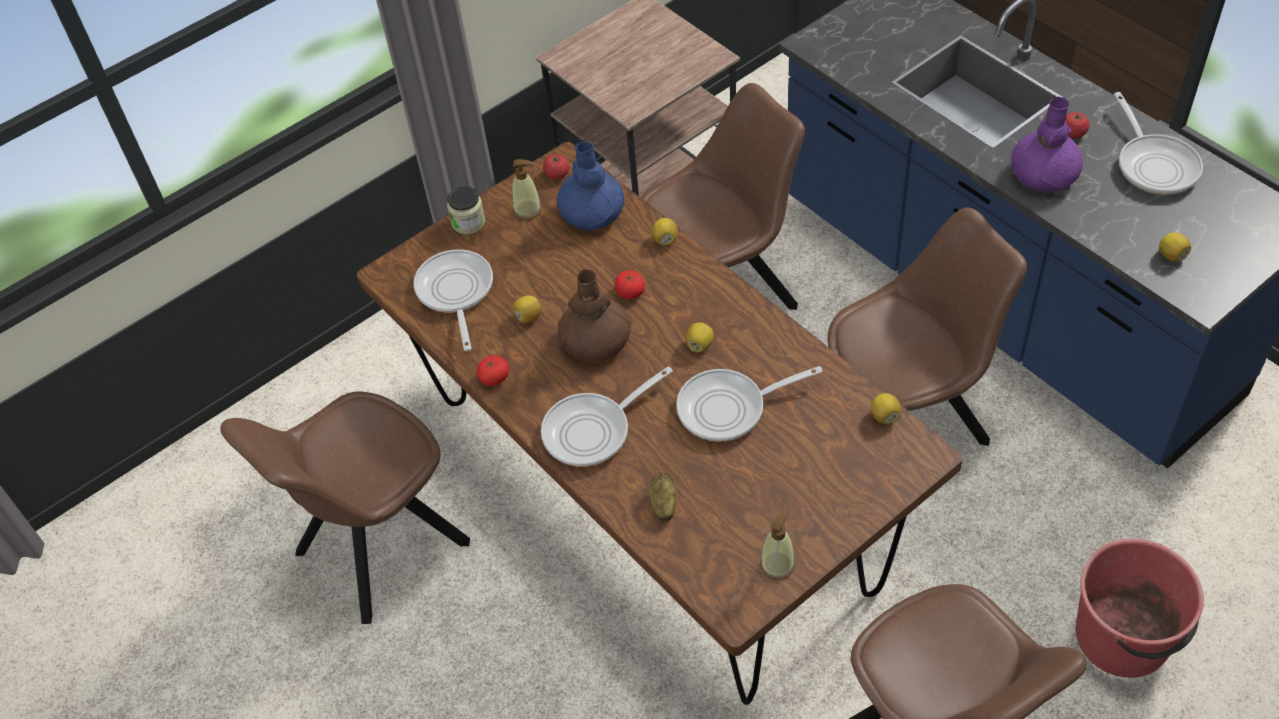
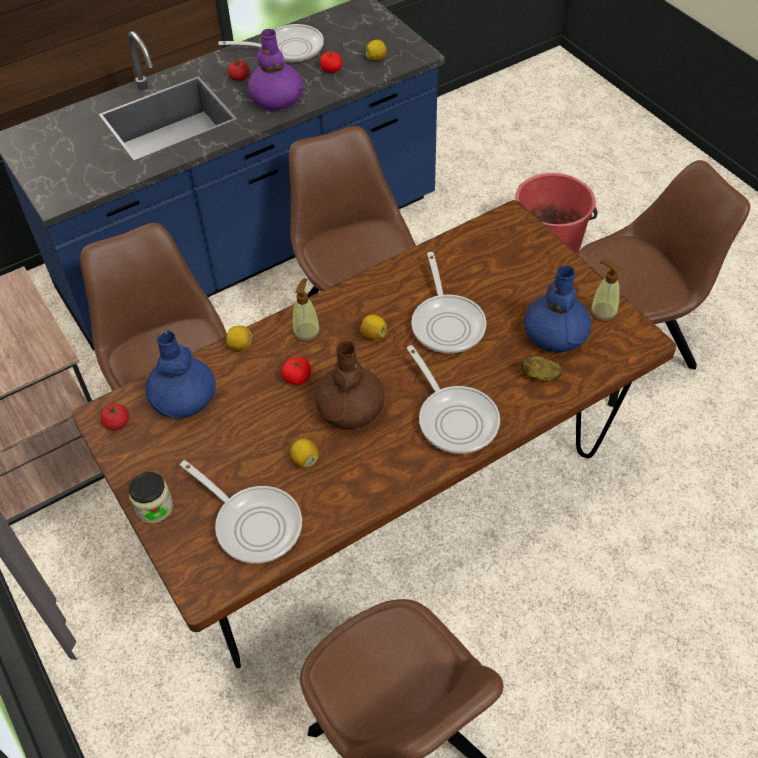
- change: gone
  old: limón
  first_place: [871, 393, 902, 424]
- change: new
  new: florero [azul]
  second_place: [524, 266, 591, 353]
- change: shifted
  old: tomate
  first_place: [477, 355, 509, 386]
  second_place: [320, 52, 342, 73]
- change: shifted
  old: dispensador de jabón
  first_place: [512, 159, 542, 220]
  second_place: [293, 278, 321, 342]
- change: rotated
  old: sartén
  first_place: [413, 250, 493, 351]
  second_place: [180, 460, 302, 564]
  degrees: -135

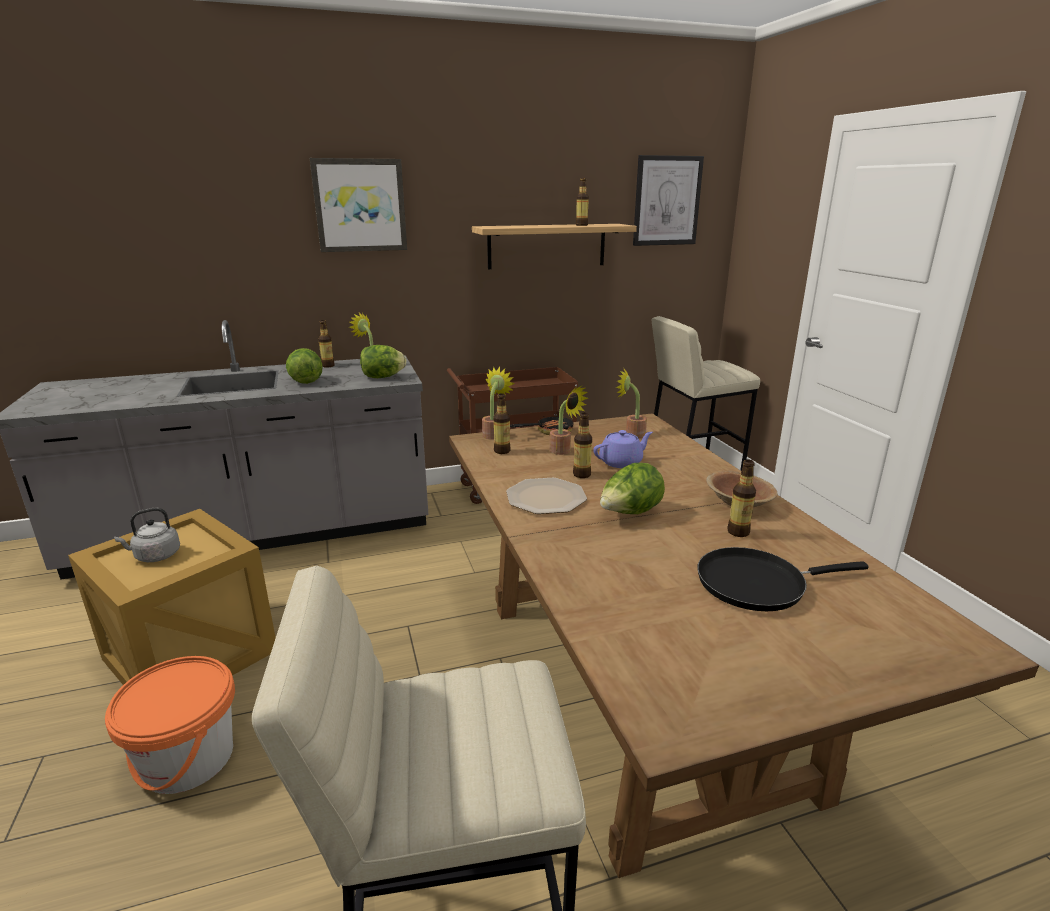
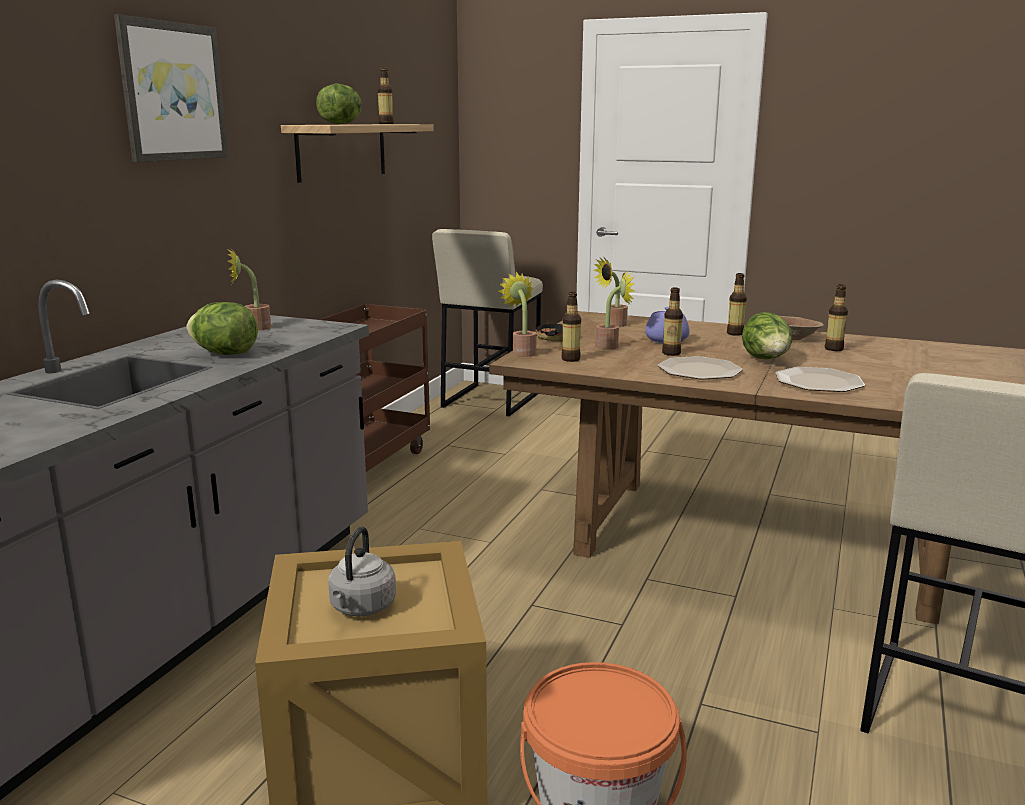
- change: gone
  old: cuadro
  first_place: [633, 155, 704, 246]
- change: gone
  old: sartén [negro]
  first_place: [697, 547, 869, 611]
- change: new
  new: plato
  second_place: [775, 367, 865, 392]
- change: shifted
  old: botella
  first_place: [318, 320, 335, 368]
  second_place: [727, 273, 747, 336]
- change: shifted
  old: lechuga
  first_place: [360, 345, 407, 378]
  second_place: [316, 83, 362, 124]

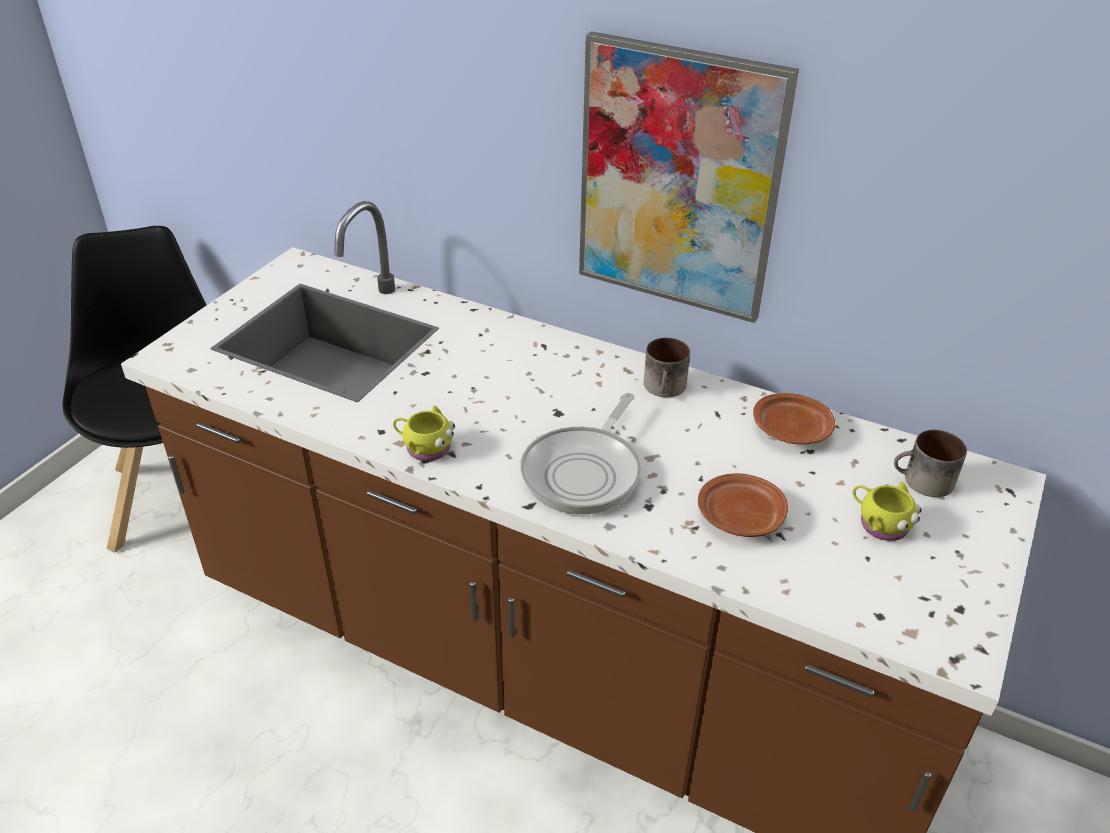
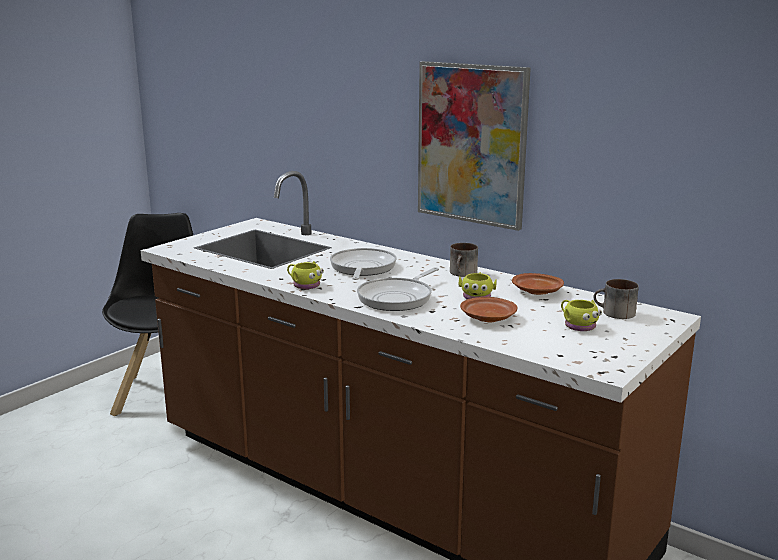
- change: new
  new: sartén
  second_place: [330, 248, 397, 280]
- change: new
  new: taza grande [amarillo]
  second_place: [459, 272, 497, 299]

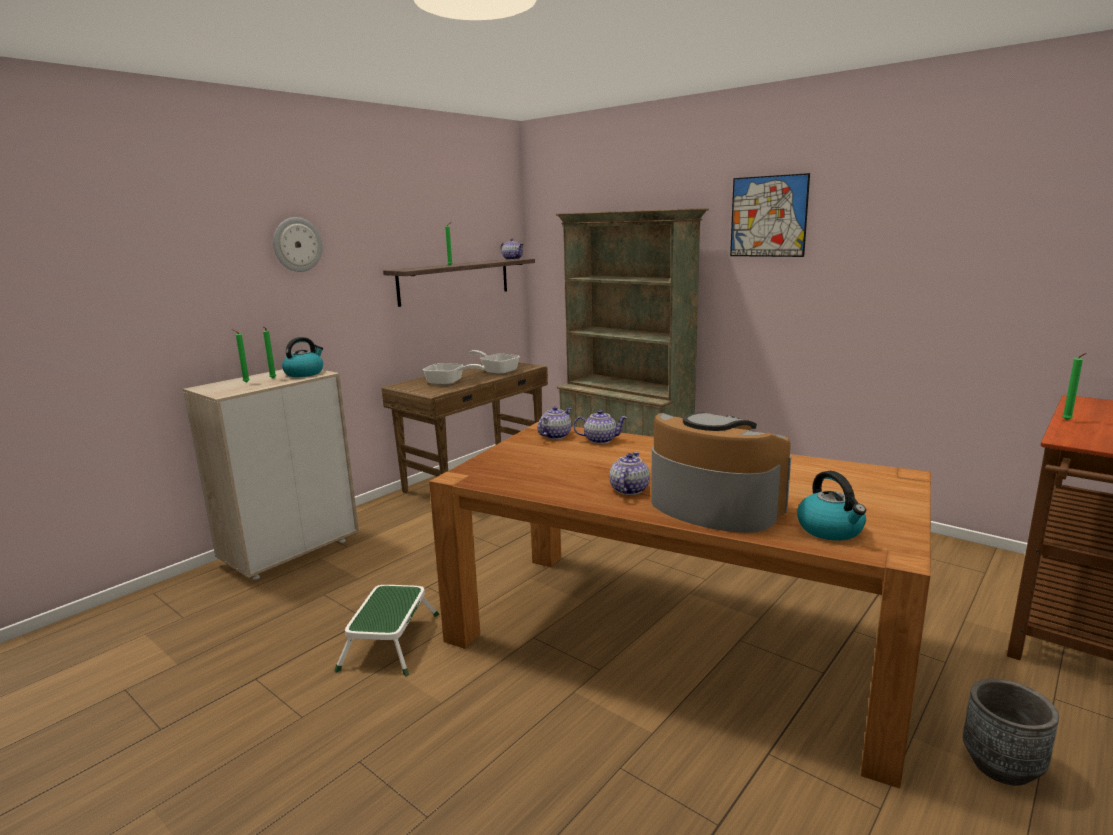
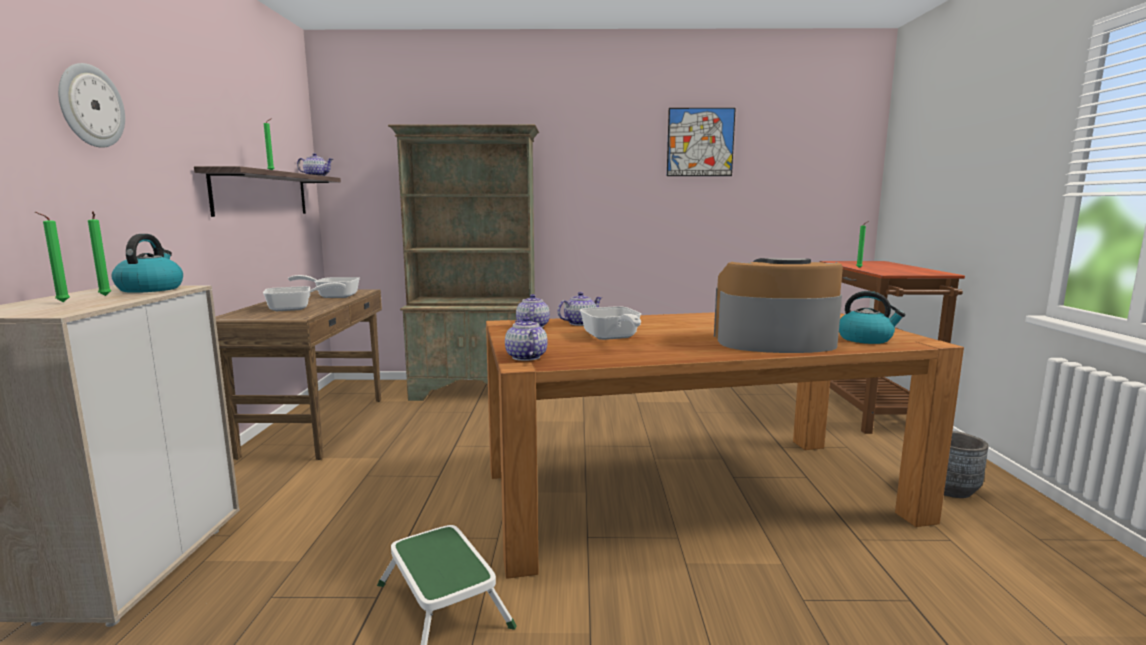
- change: new
  new: sartén
  second_place: [580, 306, 641, 340]
- change: shifted
  old: tetera
  first_place: [609, 452, 650, 495]
  second_place: [505, 317, 548, 361]
- change: shifted
  old: cuadro
  first_place: [730, 173, 810, 257]
  second_place: [667, 108, 736, 176]

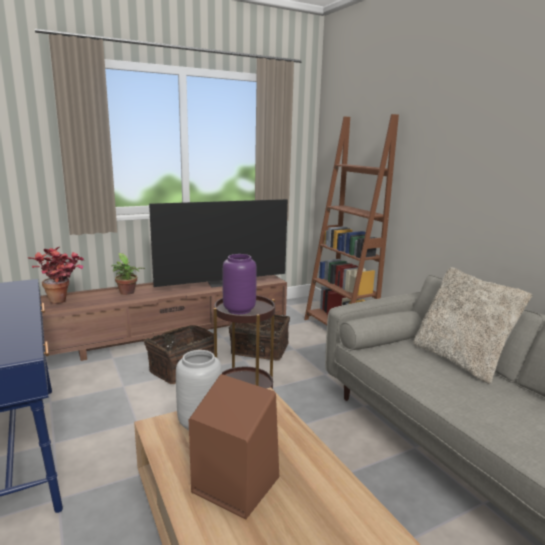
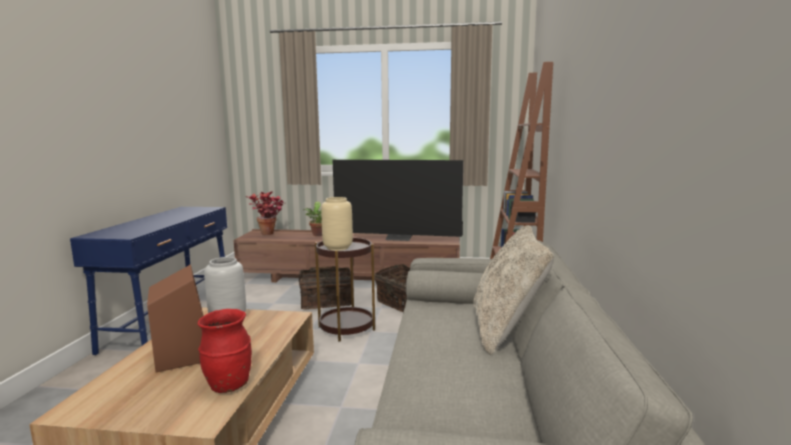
- change: new
  new: florero [rojo]
  second_place: [198, 309, 252, 393]
- change: repainted
  old: florero [morado]
  new: florero [beis]
  first_place: [222, 254, 257, 314]
  second_place: [321, 197, 353, 251]

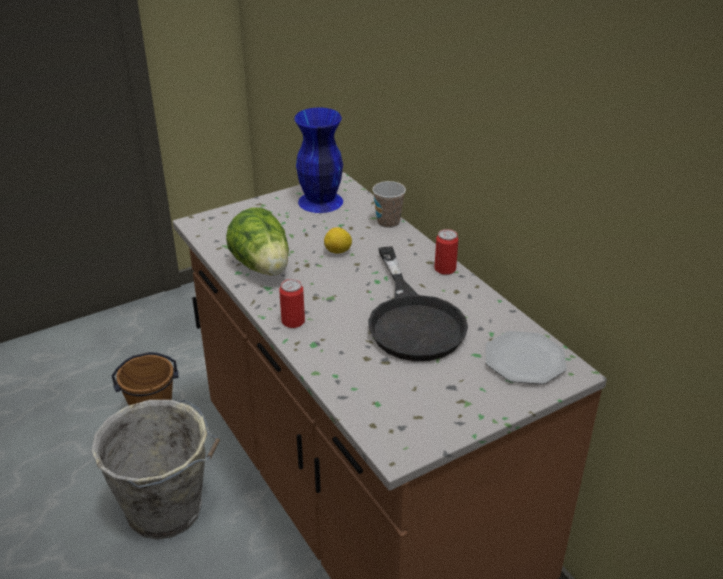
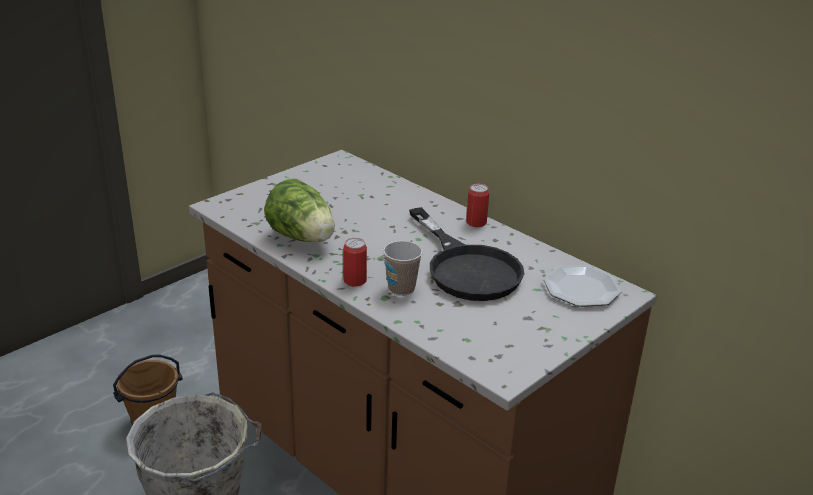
- change: gone
  old: florero [azul]
  first_place: [294, 107, 343, 213]
- change: gone
  old: limón
  first_place: [324, 227, 352, 253]
- change: shifted
  old: taza
  first_place: [373, 181, 406, 228]
  second_place: [383, 241, 423, 296]

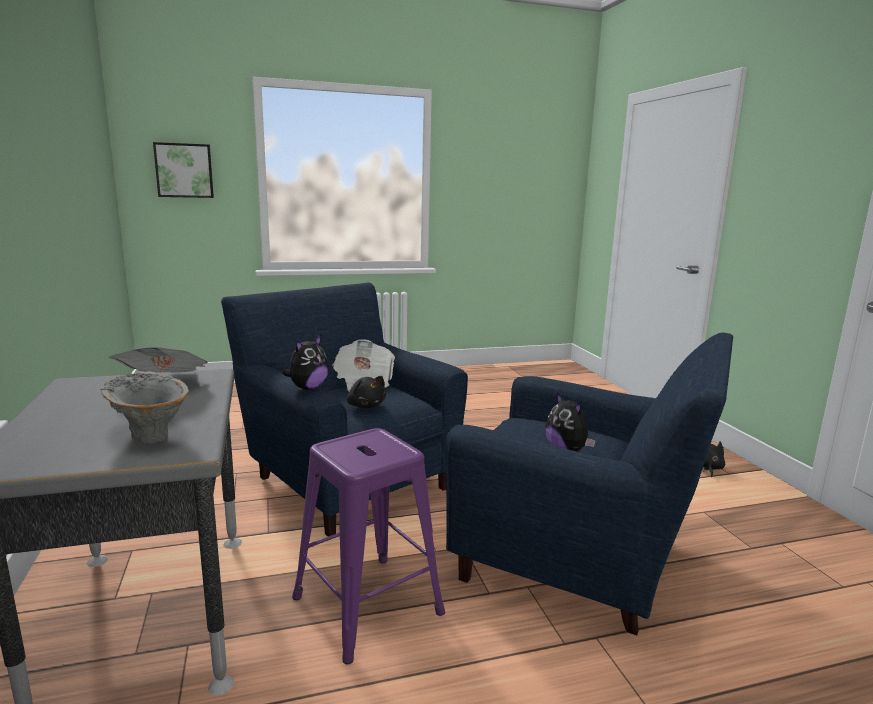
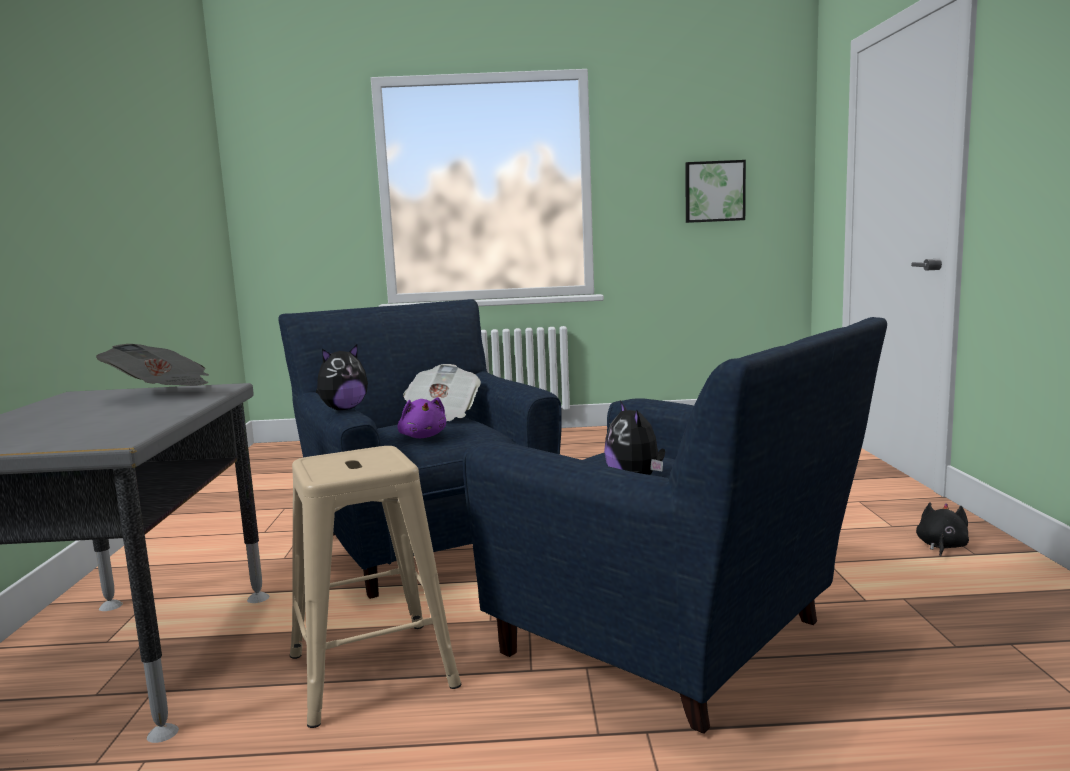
- change: gone
  old: florero [gris]
  first_place: [100, 373, 189, 444]
- change: shifted
  old: cuadro
  first_place: [153, 142, 214, 198]
  second_place: [685, 160, 746, 223]
- change: repainted
  old: taburete [morado]
  new: taburete [beis]
  first_place: [292, 428, 445, 664]
  second_place: [290, 446, 462, 728]
- change: repainted
  old: peluche [negro]
  new: peluche [morado]
  first_place: [347, 376, 386, 408]
  second_place: [398, 397, 446, 438]

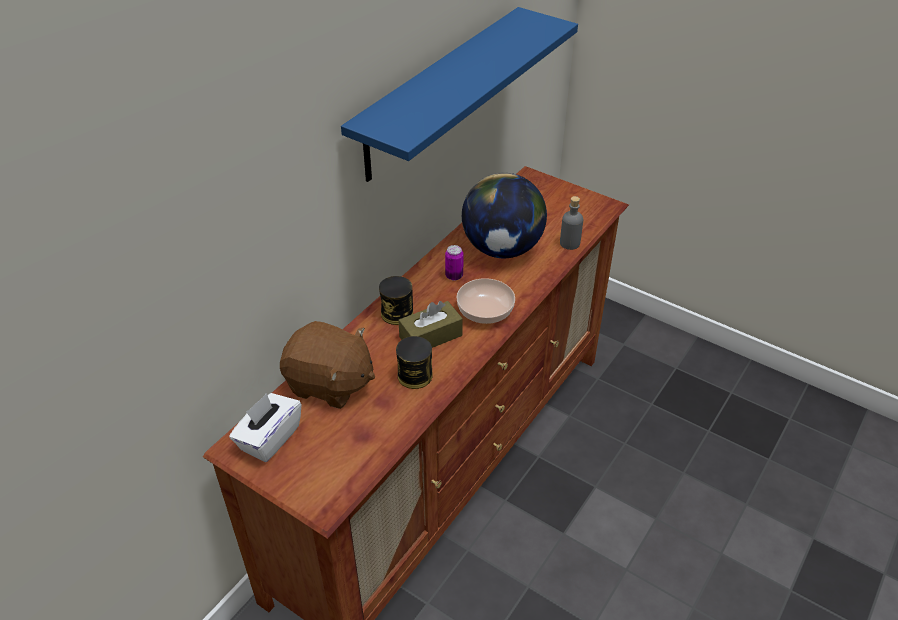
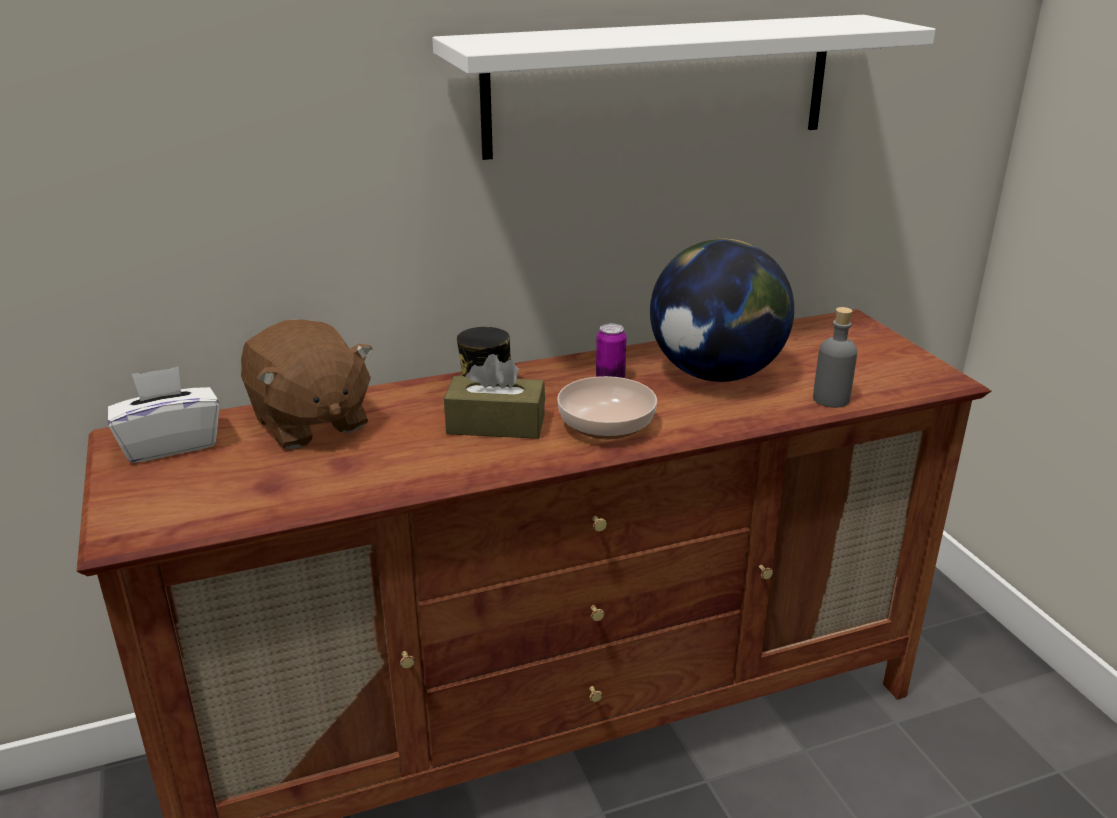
- change: gone
  old: lata
  first_place: [396, 336, 433, 389]
- change: repainted
  old: estante [azul]
  new: estante [blanco]
  first_place: [341, 7, 578, 182]
  second_place: [432, 15, 936, 160]

